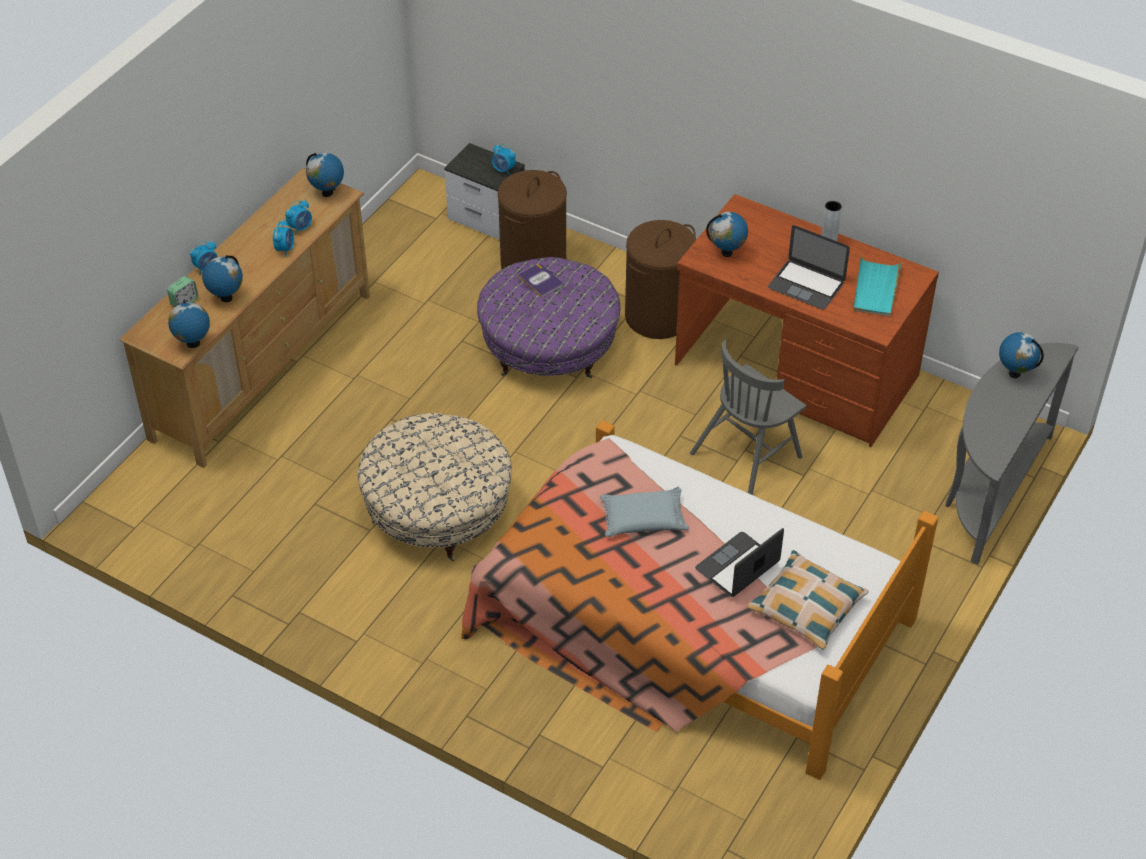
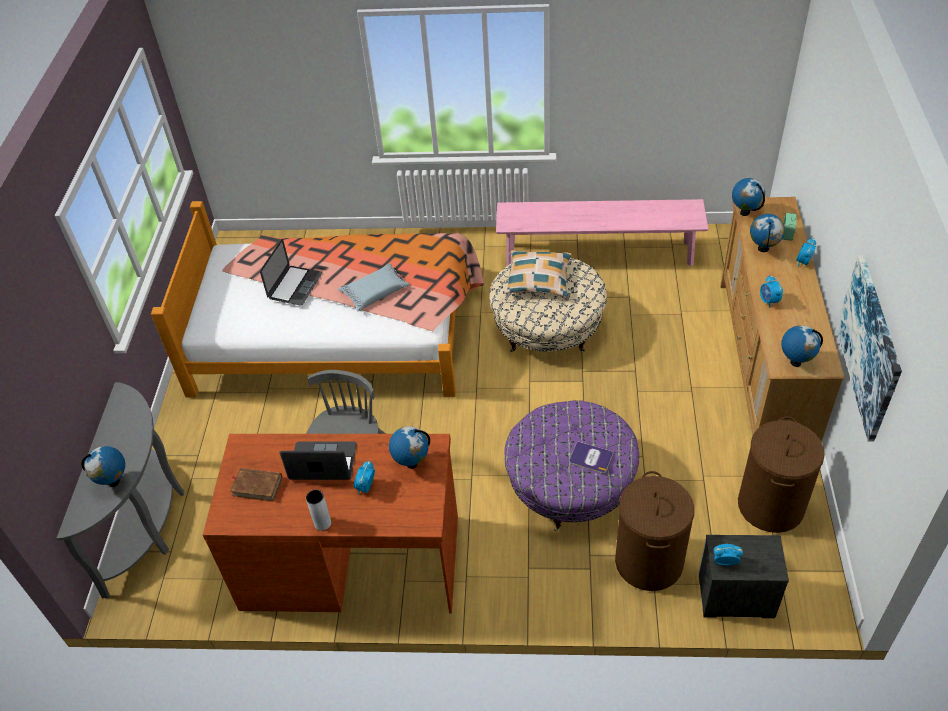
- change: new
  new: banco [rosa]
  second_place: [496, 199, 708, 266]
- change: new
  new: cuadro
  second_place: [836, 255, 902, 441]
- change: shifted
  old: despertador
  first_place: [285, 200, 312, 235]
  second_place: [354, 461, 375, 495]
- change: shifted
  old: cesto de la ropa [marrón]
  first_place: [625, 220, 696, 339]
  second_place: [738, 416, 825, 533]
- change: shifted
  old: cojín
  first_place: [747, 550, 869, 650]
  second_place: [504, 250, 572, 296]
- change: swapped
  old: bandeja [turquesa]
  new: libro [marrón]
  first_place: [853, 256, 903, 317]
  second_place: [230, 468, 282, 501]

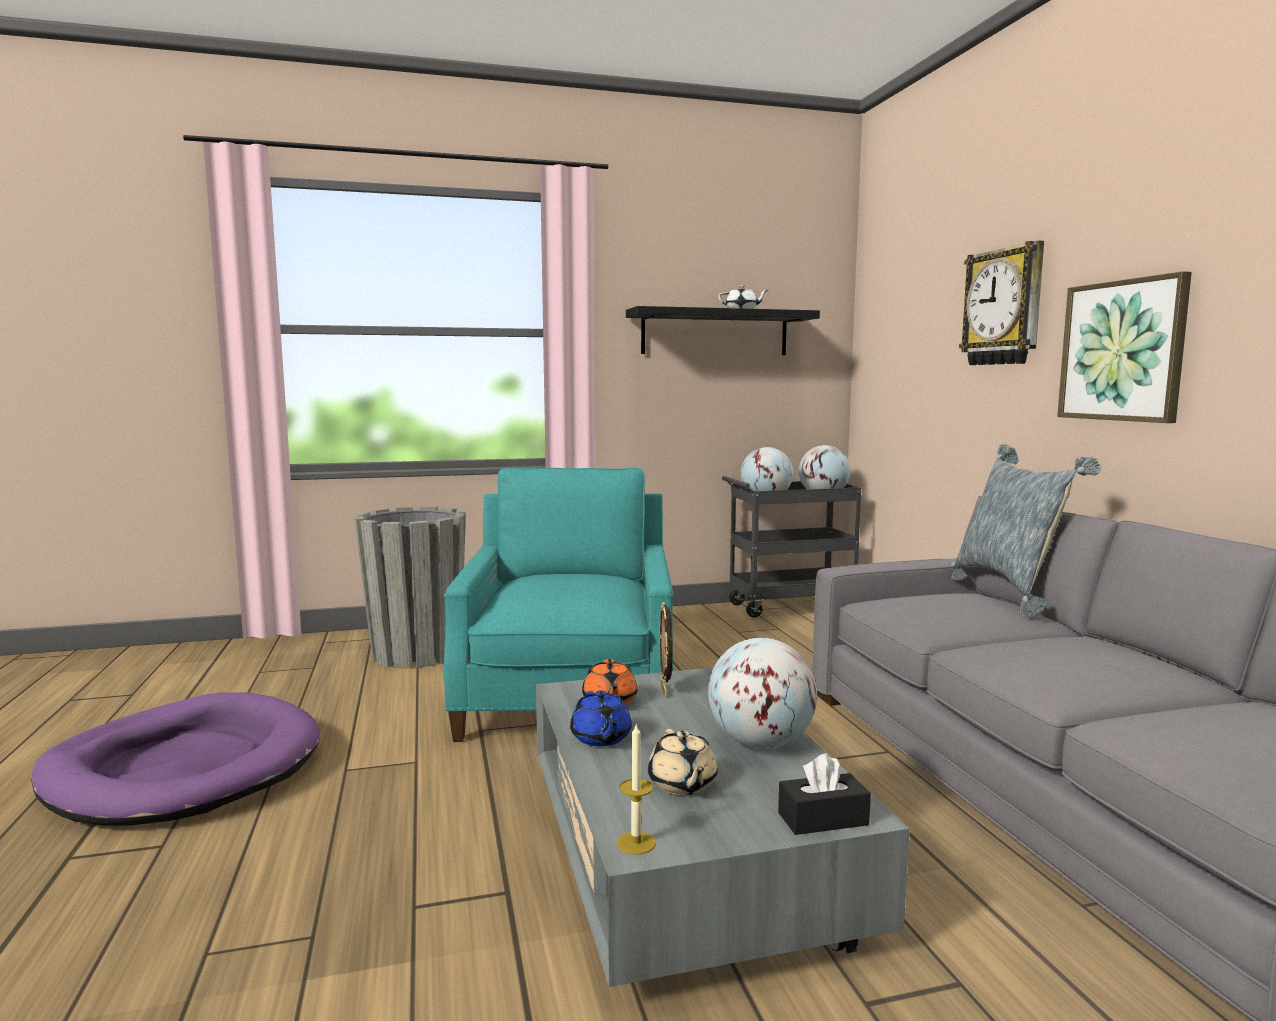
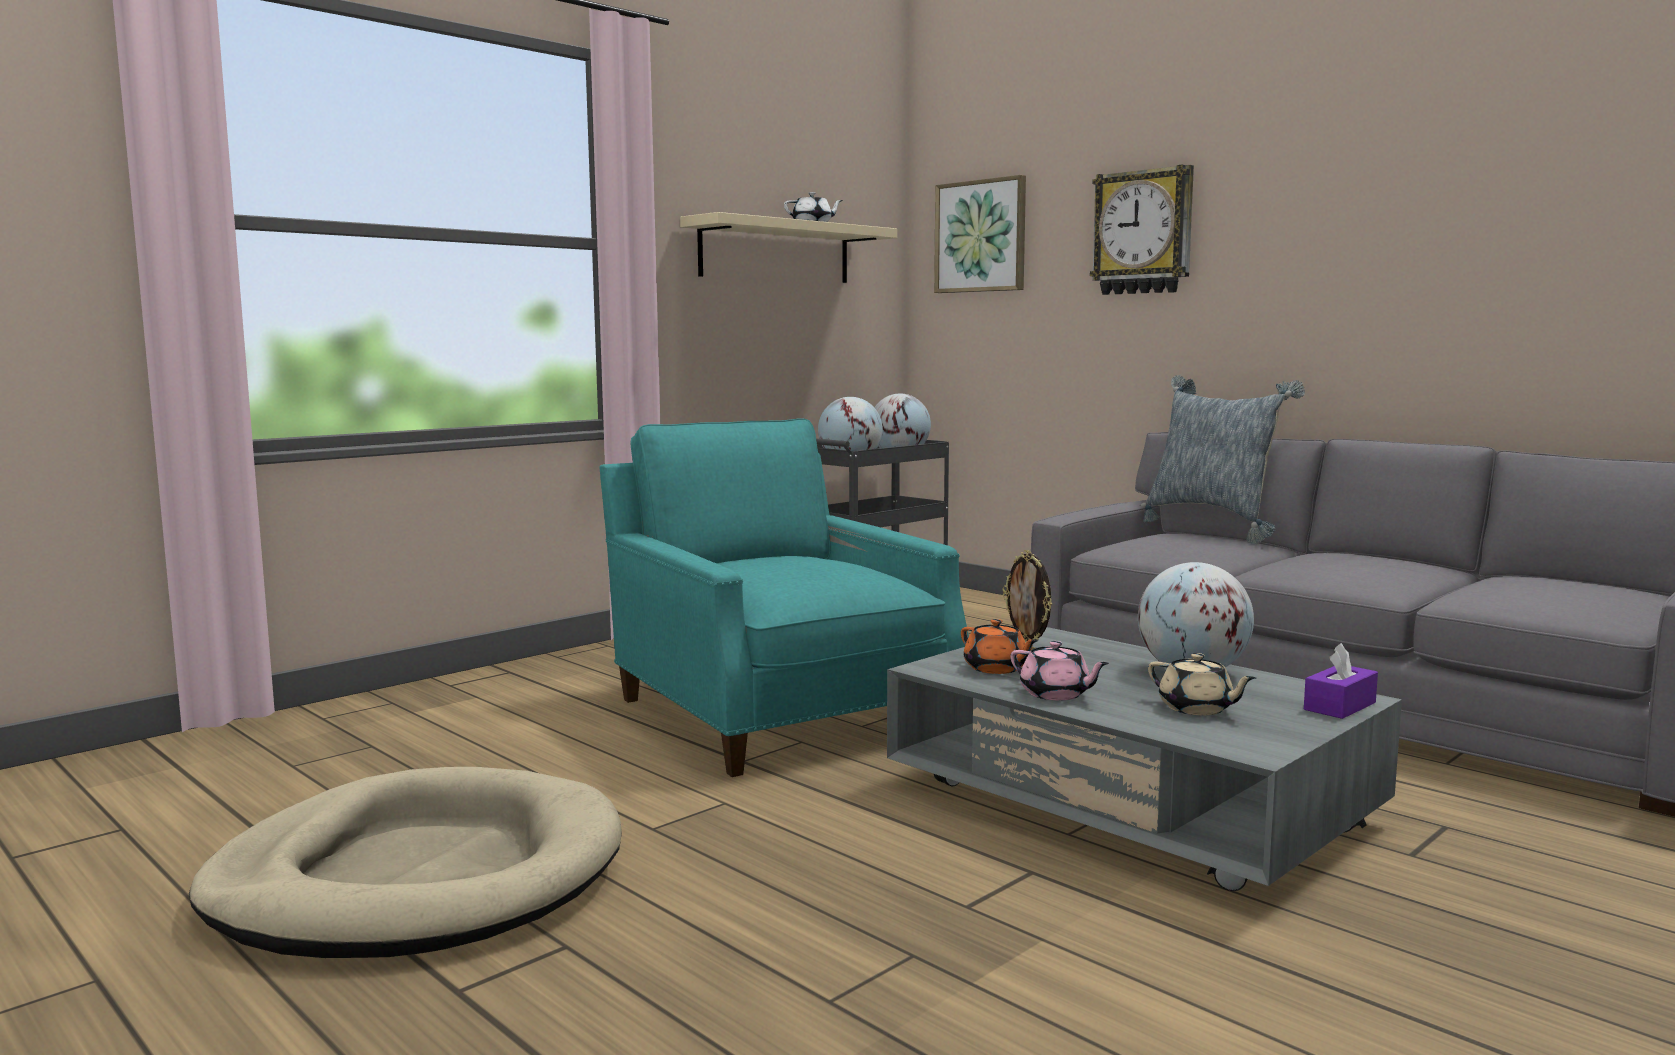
- change: gone
  old: maceta [gris]
  first_place: [354, 506, 466, 668]
- change: gone
  old: vela
  first_place: [617, 722, 656, 855]
- change: shifted
  old: cuadro
  first_place: [1057, 271, 1192, 423]
  second_place: [934, 175, 1026, 293]
- change: repainted
  old: cama para perro [morado]
  new: cama para perro [beis]
  first_place: [31, 692, 320, 825]
  second_place: [189, 767, 622, 958]
- change: repainted
  old: tetera [azul]
  new: tetera [rosa]
  first_place: [570, 690, 632, 746]
  second_place: [1011, 641, 1109, 700]
- change: repainted
  old: estante [negro]
  new: estante [beis]
  first_place: [626, 306, 820, 355]
  second_place: [680, 212, 897, 283]
- change: repainted
  old: caja de pañuelos [negro]
  new: caja de pañuelos [morado]
  first_place: [778, 753, 871, 835]
  second_place: [1304, 643, 1378, 719]

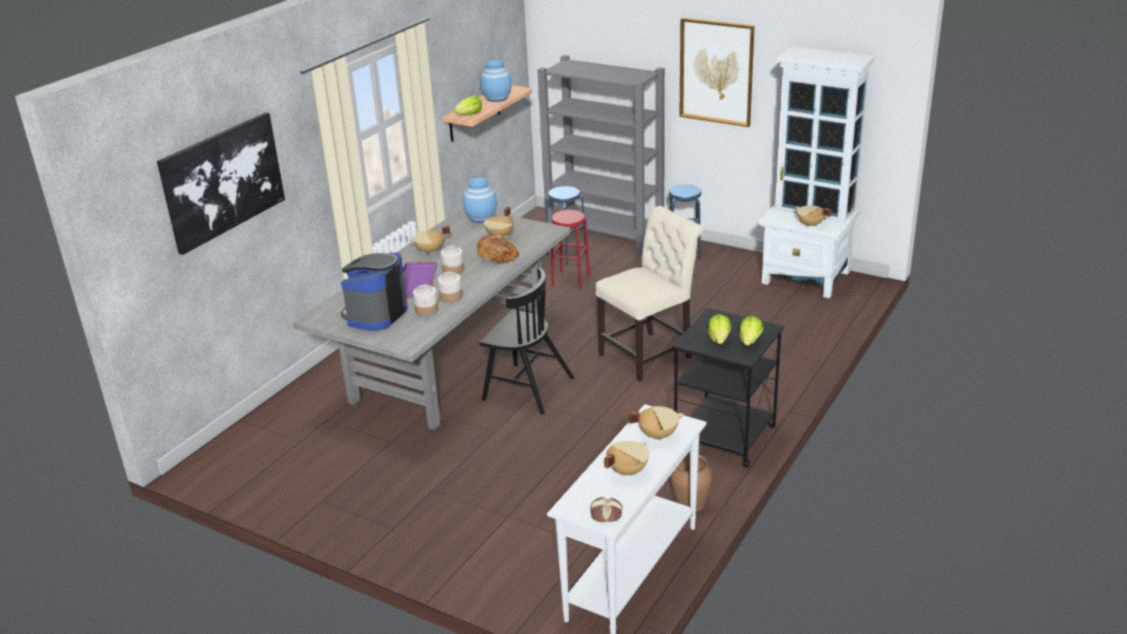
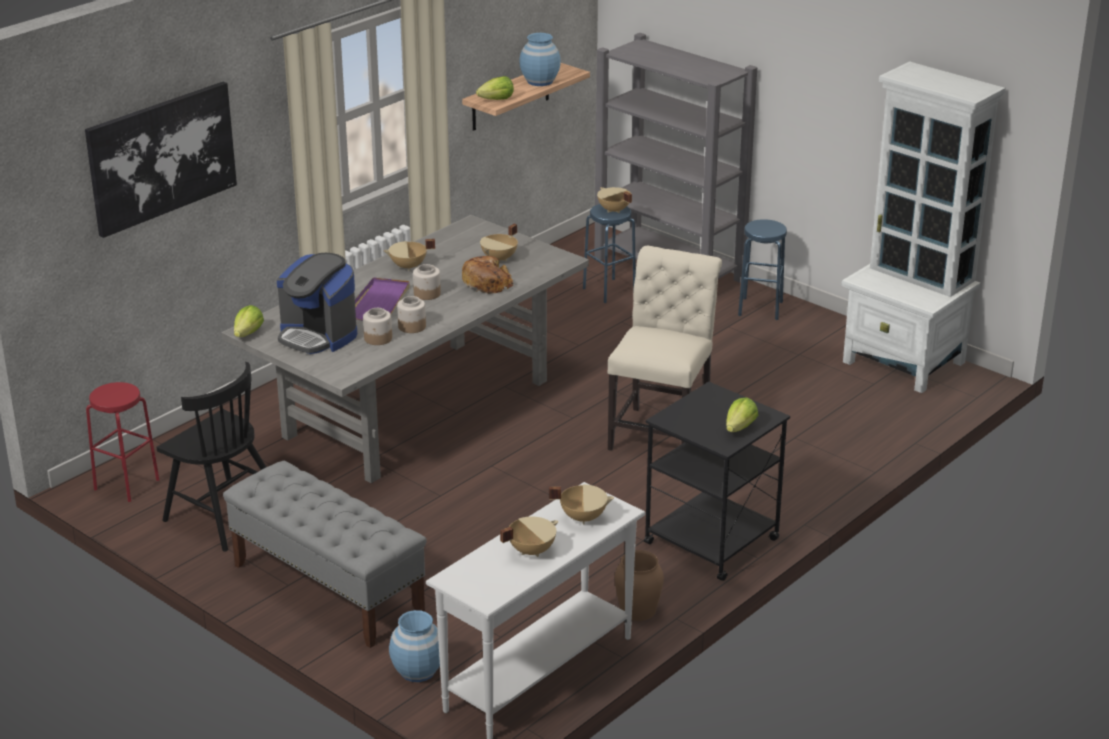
- change: gone
  old: pan
  first_place: [590, 497, 622, 522]
- change: gone
  old: cuadro
  first_place: [680, 18, 754, 127]
- change: new
  new: banco [gris]
  second_place: [223, 461, 427, 648]
- change: shifted
  old: florero [azul]
  first_place: [462, 178, 497, 223]
  second_place: [389, 610, 440, 682]
- change: shifted
  old: silla [negro]
  first_place: [479, 268, 574, 415]
  second_place: [156, 362, 266, 551]
- change: shifted
  old: taburete [rojo]
  first_place: [551, 210, 590, 289]
  second_place: [86, 382, 159, 502]
- change: shifted
  old: lechuga
  first_place: [708, 314, 731, 344]
  second_place: [234, 305, 264, 337]
- change: shifted
  old: olla [beis]
  first_place: [795, 205, 831, 227]
  second_place: [597, 187, 632, 213]
- change: rotated
  old: cafetera
  first_place: [341, 253, 408, 331]
  second_place: [277, 253, 357, 354]
  degrees: -90
- change: rotated
  old: silla [beis]
  first_place: [596, 206, 704, 382]
  second_place: [608, 246, 722, 451]
  degrees: -45

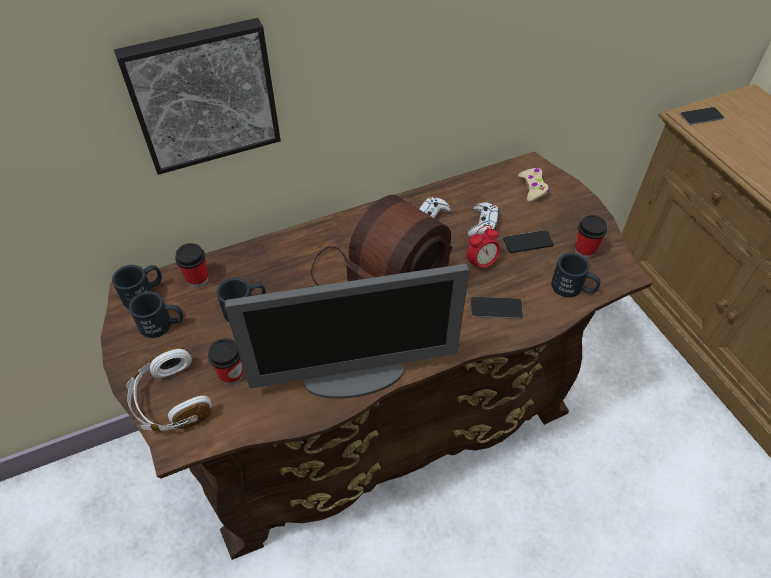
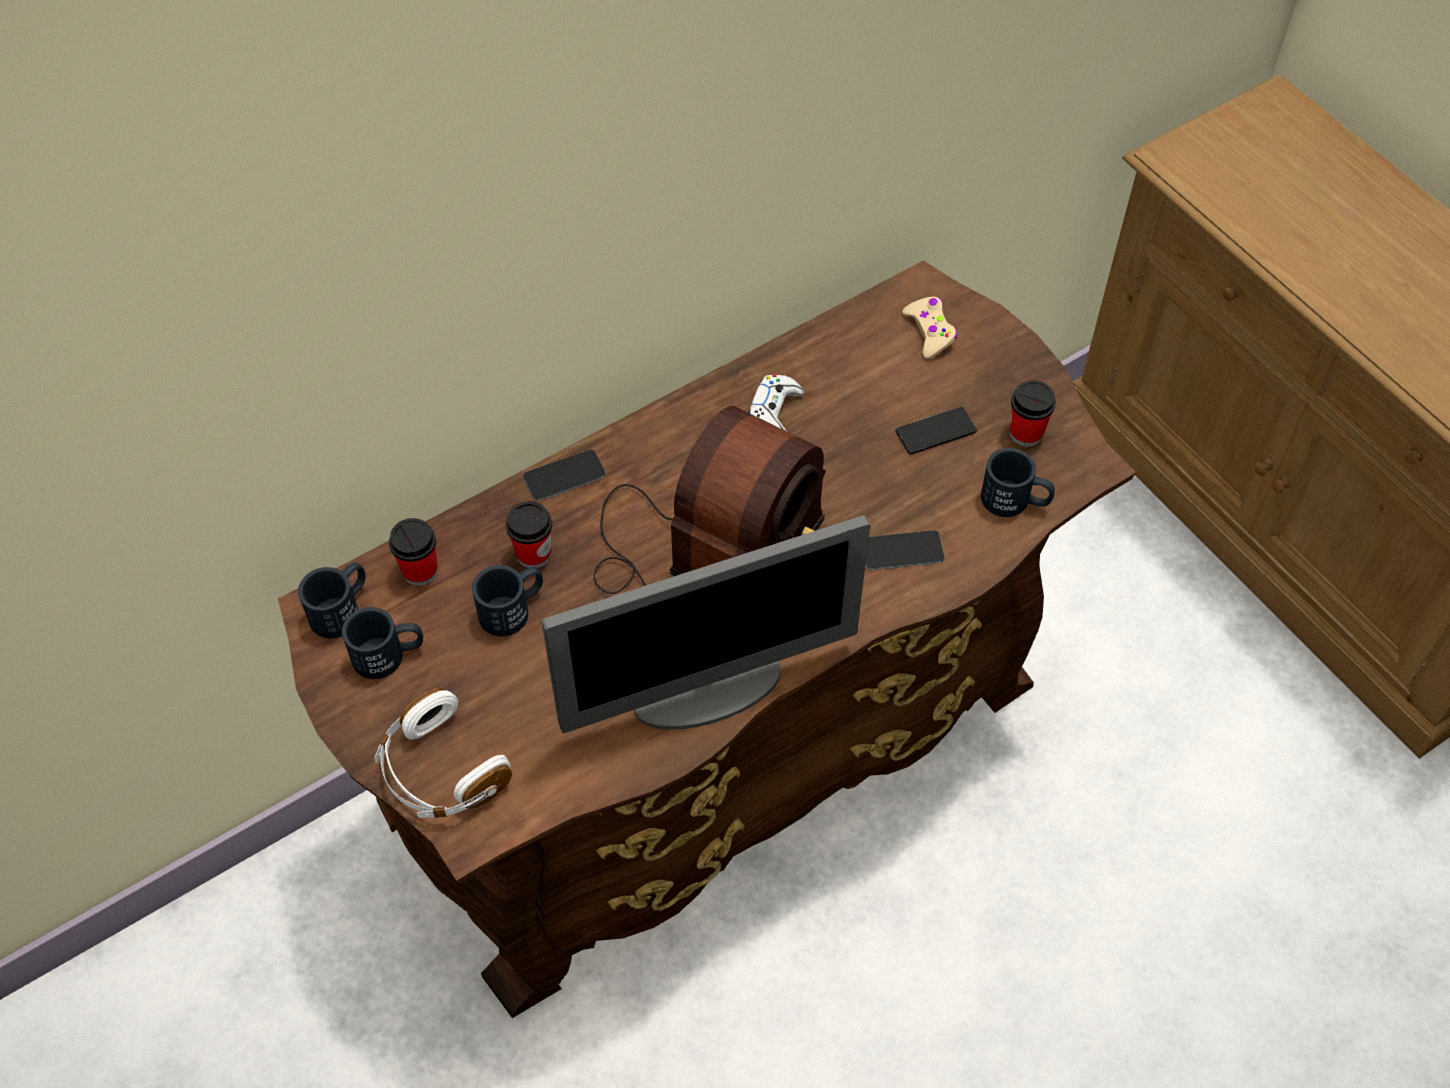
- change: gone
  old: cuadro
  first_place: [114, 18, 281, 175]
- change: gone
  old: despertador
  first_place: [467, 225, 500, 273]
- change: gone
  old: mando de consola [blanco]
  first_place: [468, 202, 499, 237]
- change: shifted
  old: taza
  first_place: [208, 338, 244, 385]
  second_place: [506, 501, 552, 568]
- change: shifted
  old: móvil
  first_place: [680, 107, 724, 125]
  second_place: [523, 450, 606, 501]

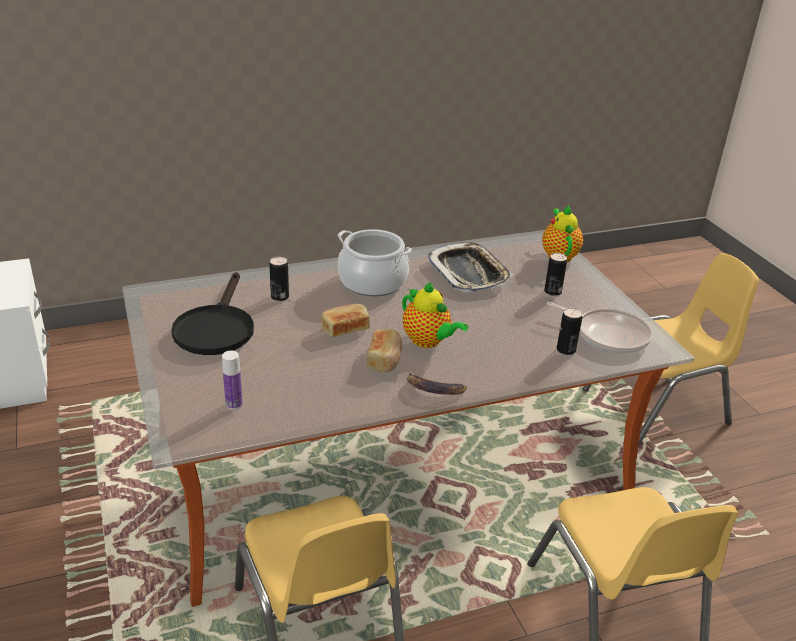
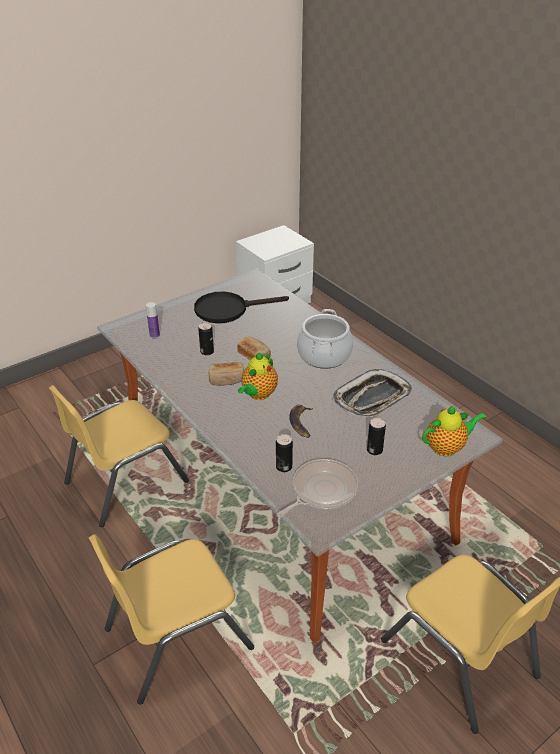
- change: shifted
  old: lata
  first_place: [269, 257, 289, 301]
  second_place: [198, 322, 214, 355]
- change: shifted
  old: plátano
  first_place: [407, 372, 467, 395]
  second_place: [289, 405, 313, 438]
- change: rotated
  old: sartén
  first_place: [547, 302, 652, 354]
  second_place: [277, 459, 359, 518]
  degrees: -150

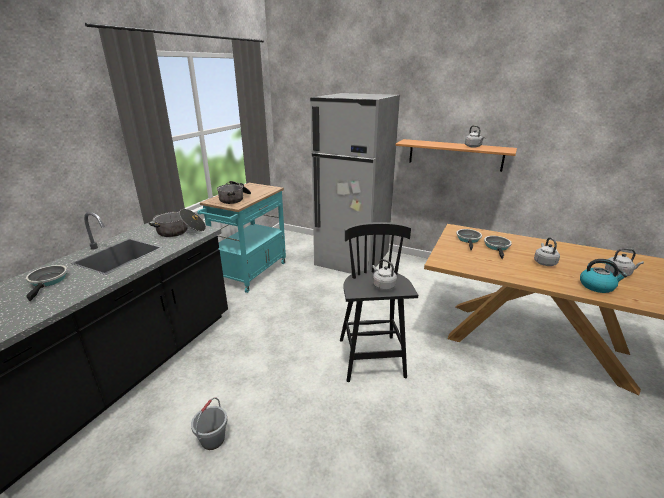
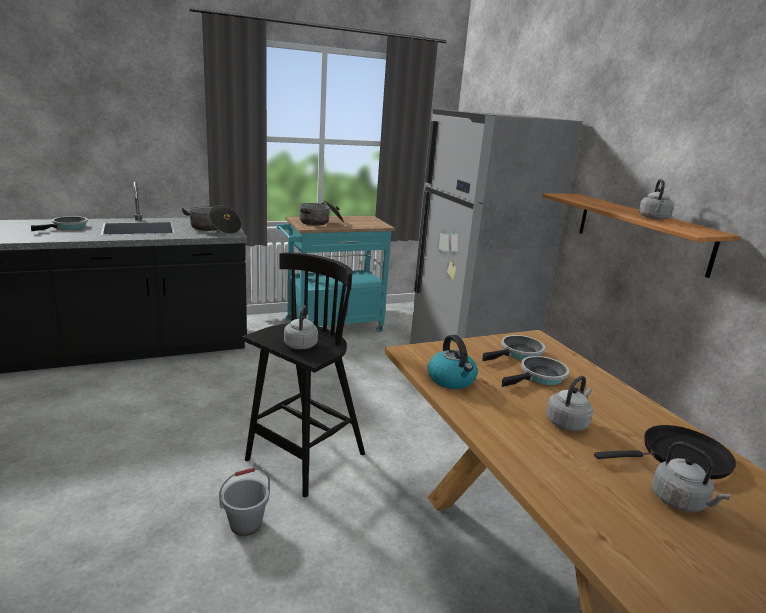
- change: new
  new: sartén [negro]
  second_place: [594, 425, 736, 479]
- change: shifted
  old: cubo [gris]
  first_place: [191, 397, 228, 450]
  second_place: [219, 468, 270, 536]
- change: shifted
  old: hervidor
  first_place: [580, 259, 627, 293]
  second_place: [428, 335, 478, 389]

